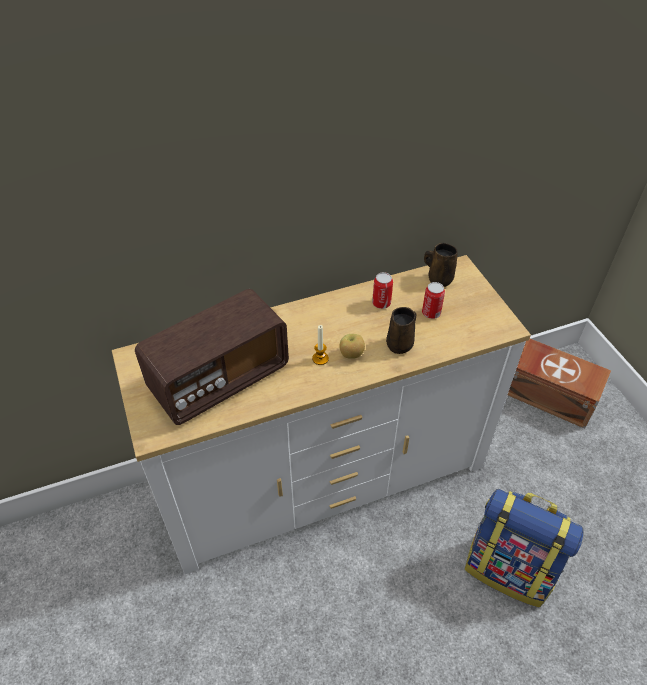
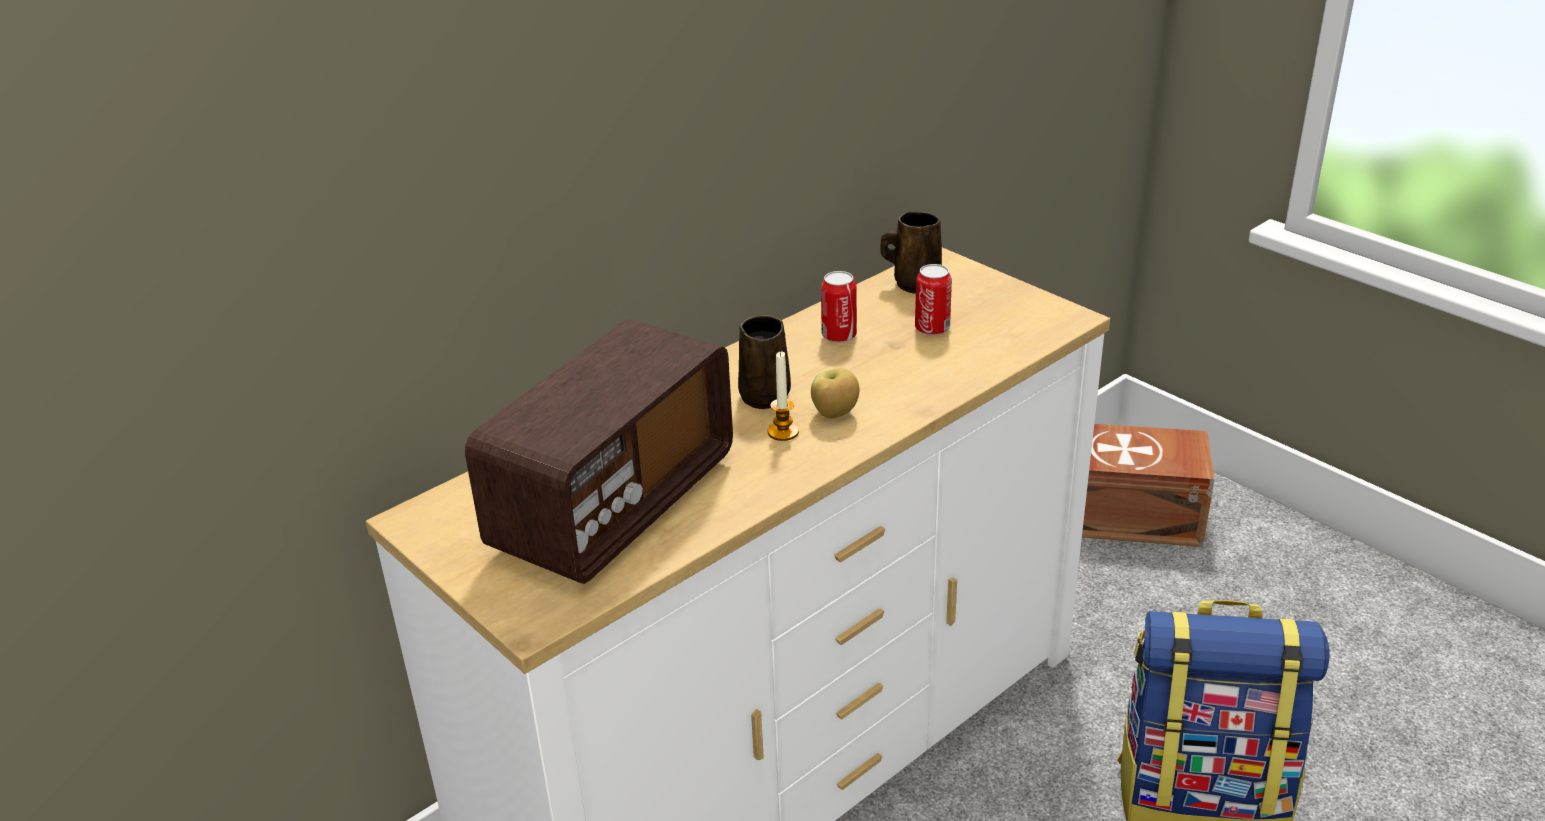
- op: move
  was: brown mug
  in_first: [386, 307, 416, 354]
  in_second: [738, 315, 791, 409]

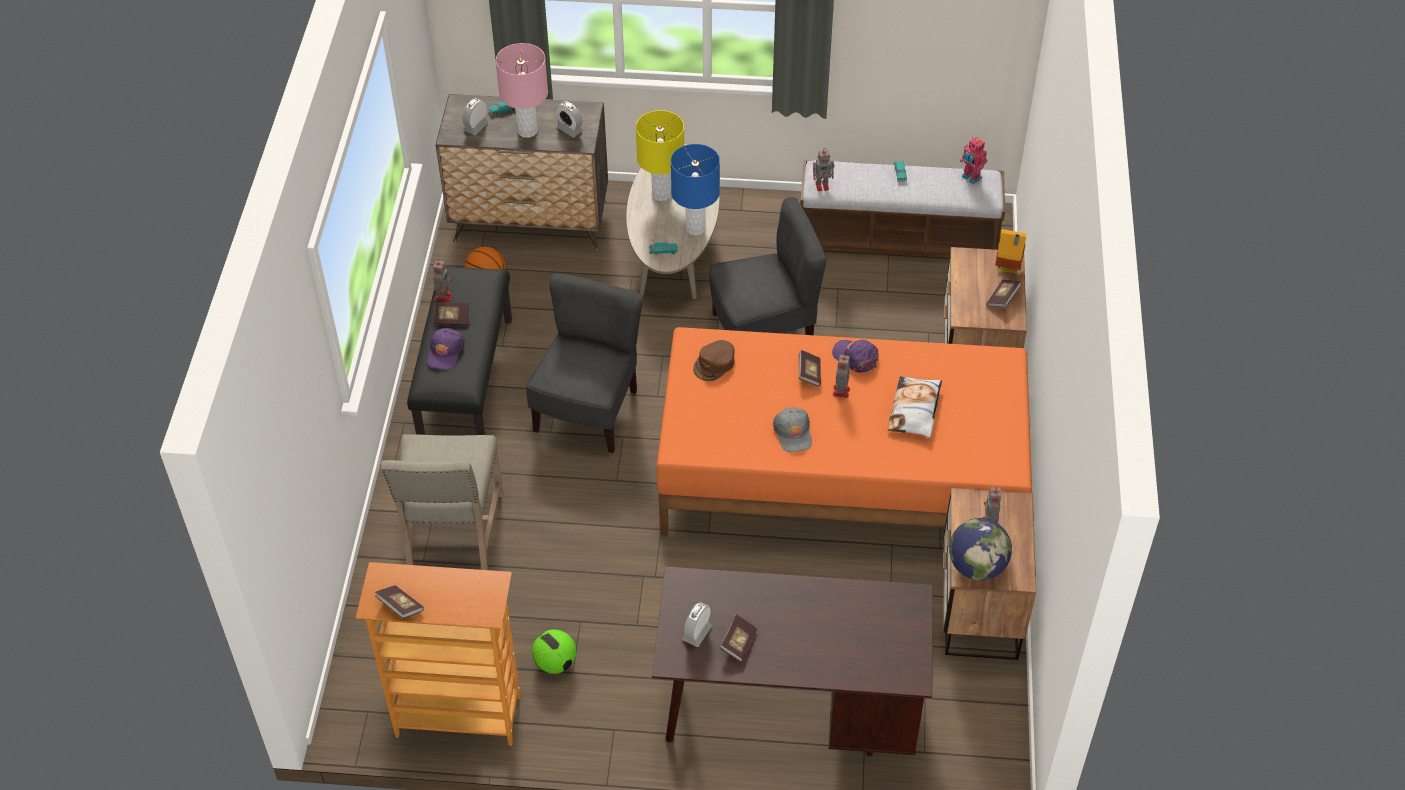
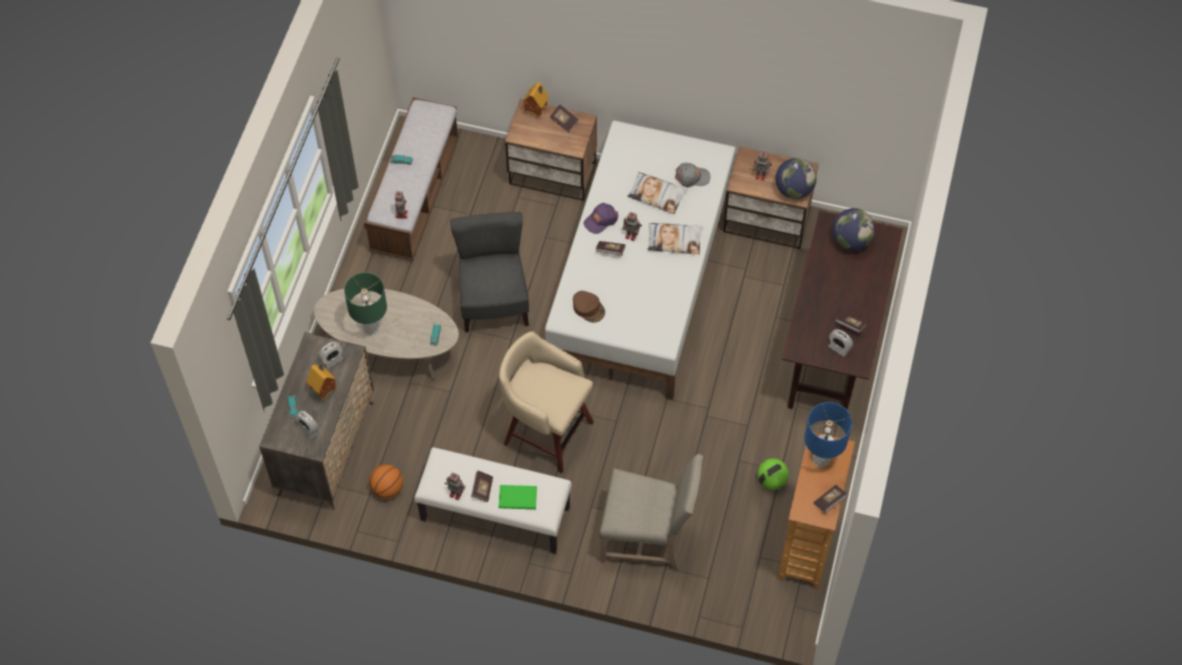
- op: replace
  was: pink table lamp
  now: toy house
  in_first: [496, 43, 548, 138]
  in_second: [307, 364, 337, 399]
- op: recolor
  was: yellow table lamp
  now: green table lamp
  in_first: [636, 110, 684, 201]
  in_second: [344, 273, 387, 335]
- op: recolor
  was: black bench
  now: white bench
  in_first: [407, 266, 512, 435]
  in_second: [414, 447, 572, 554]
- op: replace
  was: grey chair
  now: beige stool
  in_first: [526, 273, 643, 453]
  in_second: [499, 331, 594, 473]
- op: replace
  was: purple cap
  now: green book
  in_first: [427, 328, 465, 370]
  in_second: [499, 485, 537, 509]
- op: recolor
  was: orange bed
  now: white bed
  in_first: [656, 327, 1032, 536]
  in_second: [545, 120, 736, 400]
- op: insert
  now: pillow
  in_second: [647, 223, 703, 254]
- op: move
  was: grey cap
  in_first: [773, 407, 812, 452]
  in_second: [675, 163, 711, 187]
- op: move
  was: blue table lamp
  in_first: [671, 144, 720, 235]
  in_second: [804, 402, 852, 467]
- op: insert
  now: globe
  in_second: [832, 208, 875, 250]
- op: delete
  was: toy robot
  in_first: [960, 137, 987, 184]

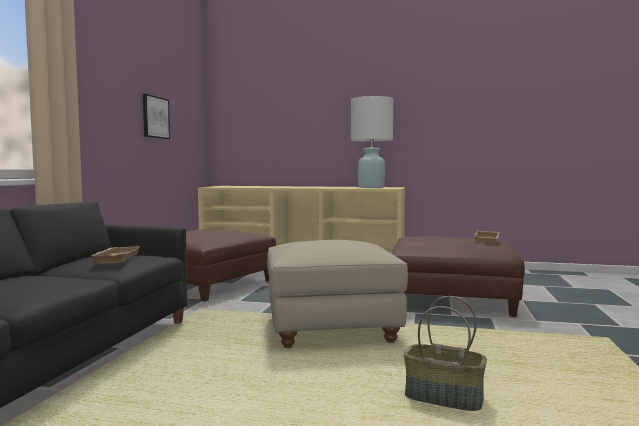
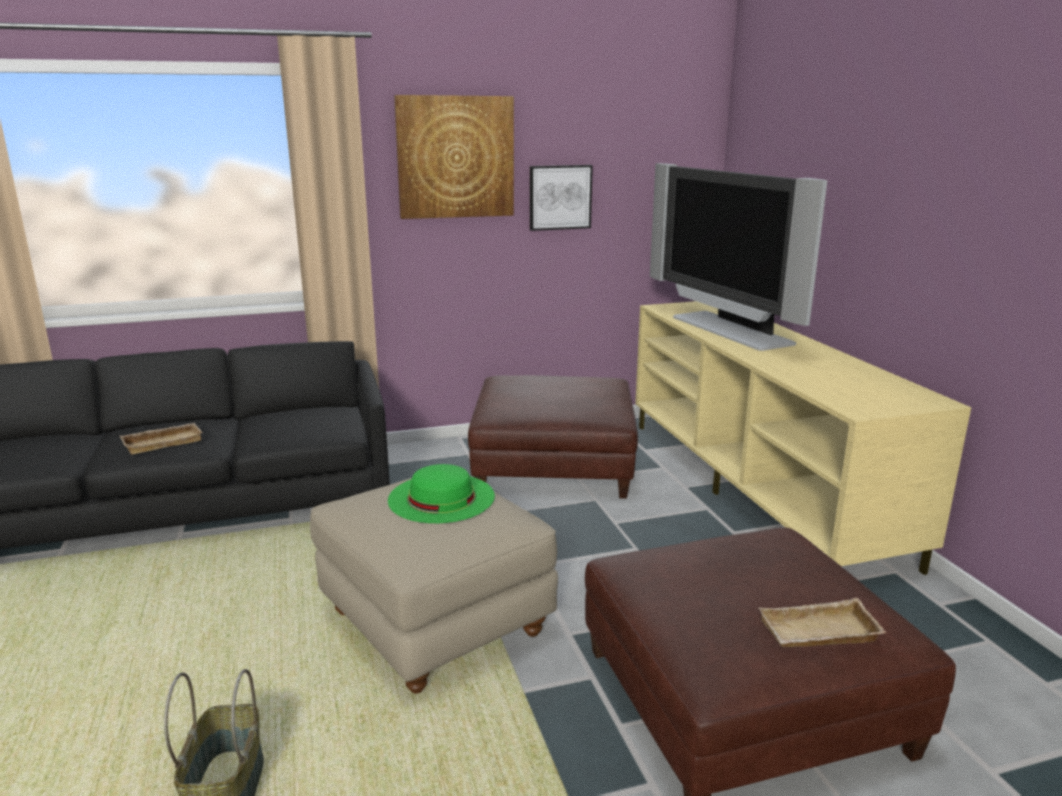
- op: move
  was: beige tray
  in_first: [91, 246, 140, 263]
  in_second: [120, 423, 203, 454]
- op: insert
  now: green hat
  in_second: [388, 464, 495, 523]
- op: insert
  now: picture
  in_second: [394, 95, 514, 219]
- op: insert
  now: television
  in_second: [650, 163, 827, 351]
- op: delete
  was: white table lamp
  in_first: [351, 96, 393, 188]

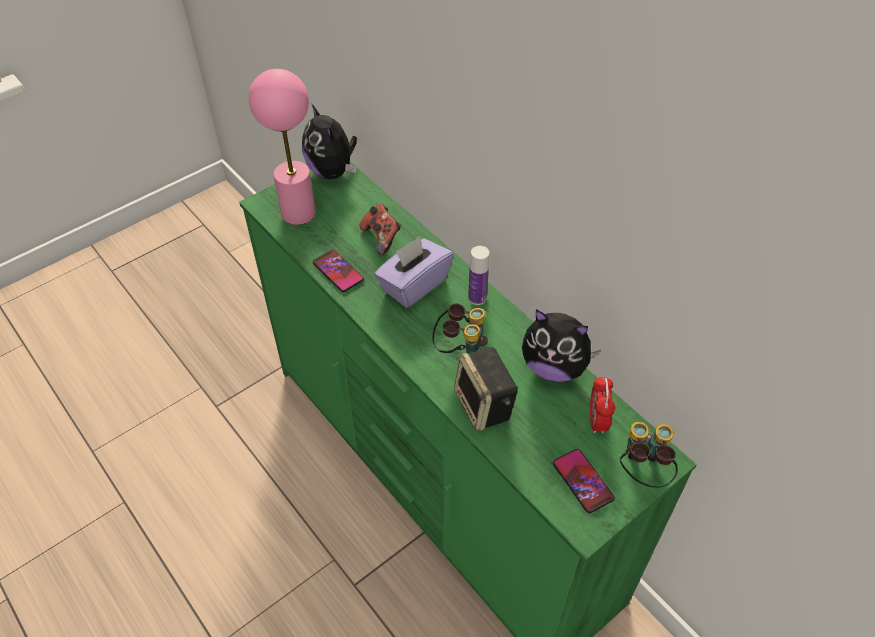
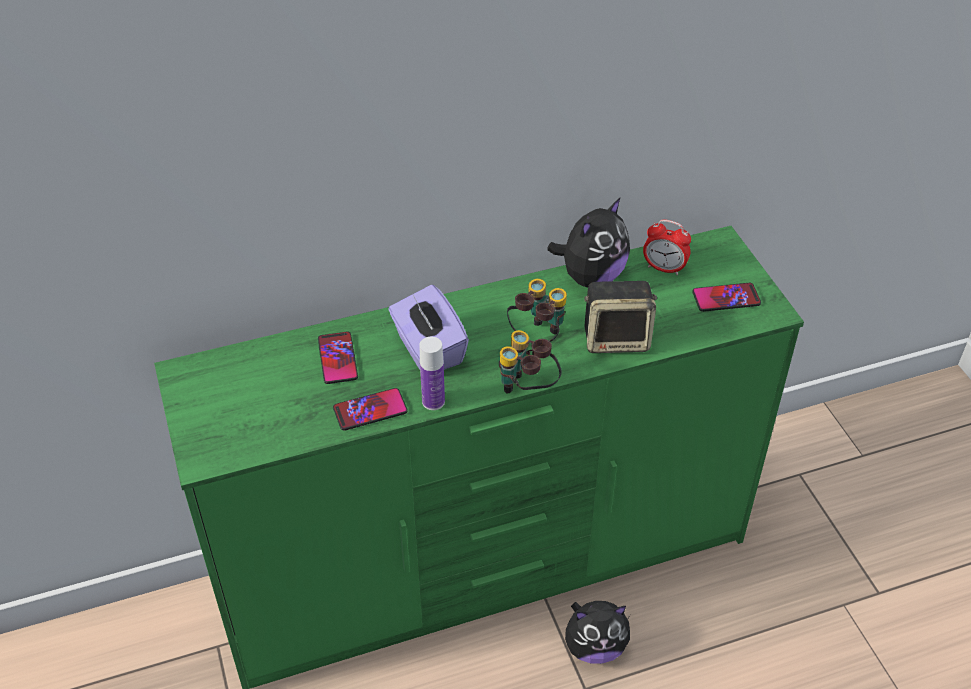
- op: replace
  was: game controller
  now: phone
  in_first: [360, 204, 401, 255]
  in_second: [318, 331, 358, 384]
- op: move
  was: bottle
  in_first: [468, 246, 489, 305]
  in_second: [420, 337, 445, 410]
- op: move
  was: binoculars
  in_first: [620, 422, 678, 488]
  in_second: [499, 330, 562, 393]
- op: move
  was: plush toy
  in_first: [302, 103, 357, 179]
  in_second: [565, 601, 630, 664]
- op: delete
  was: pink table lamp
  in_first: [249, 69, 316, 225]

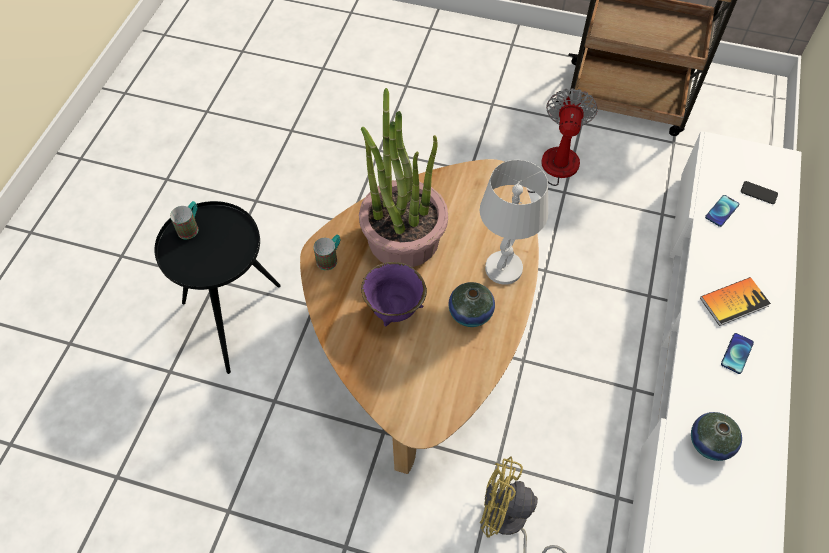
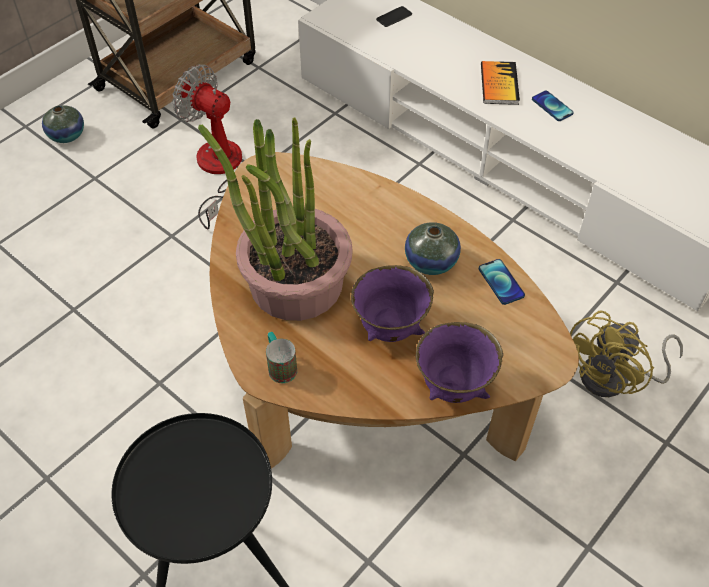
- op: move
  was: vase
  in_first: [691, 412, 742, 461]
  in_second: [42, 105, 84, 143]
- op: insert
  now: purple bowl
  in_second: [416, 322, 503, 403]
- op: move
  was: phone
  in_first: [705, 195, 739, 227]
  in_second: [479, 259, 525, 305]
- op: delete
  was: mug
  in_first: [170, 201, 199, 239]
- op: delete
  was: white table lamp
  in_first: [480, 160, 548, 285]

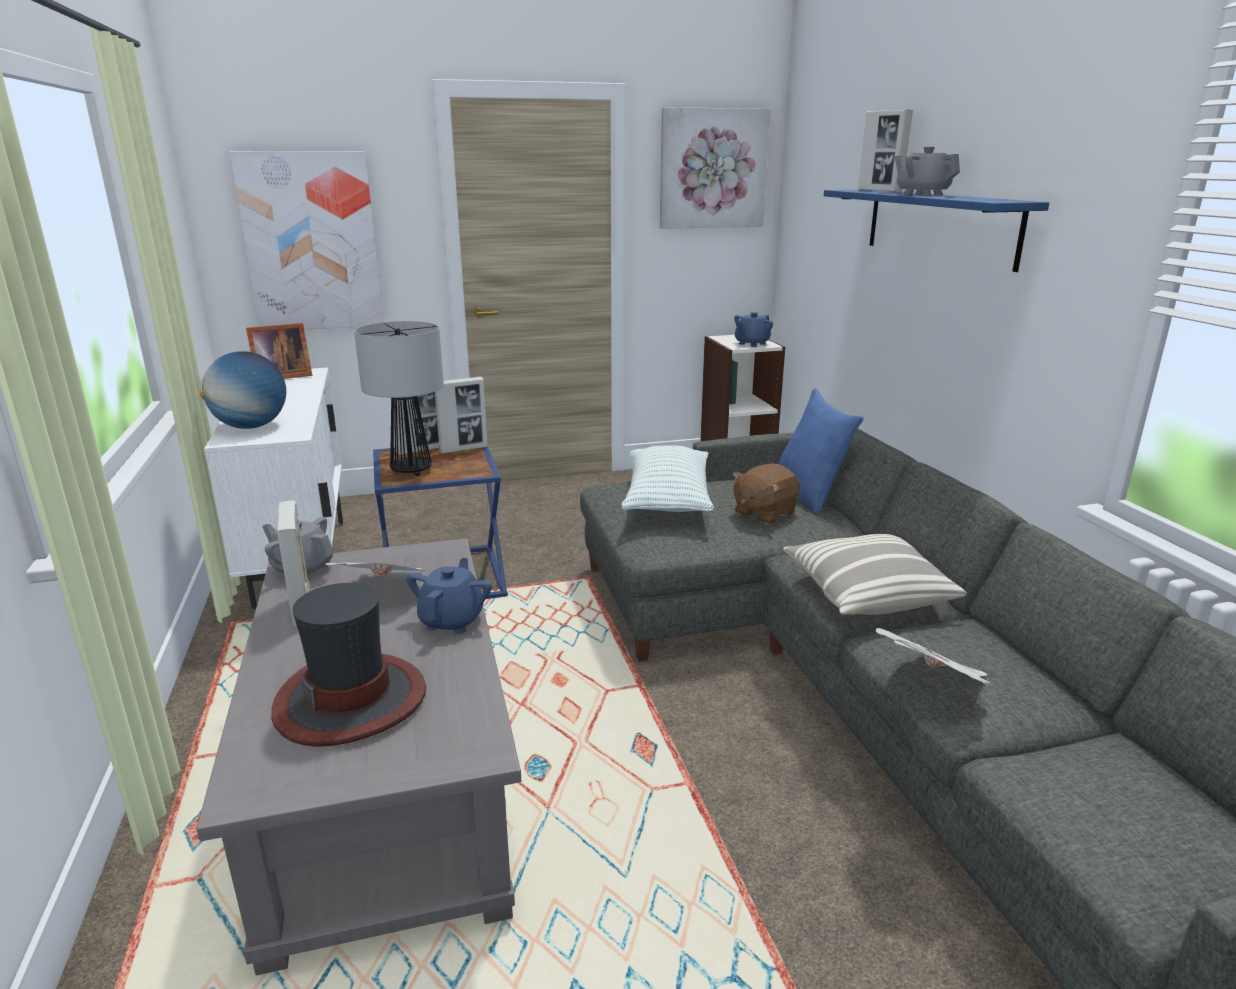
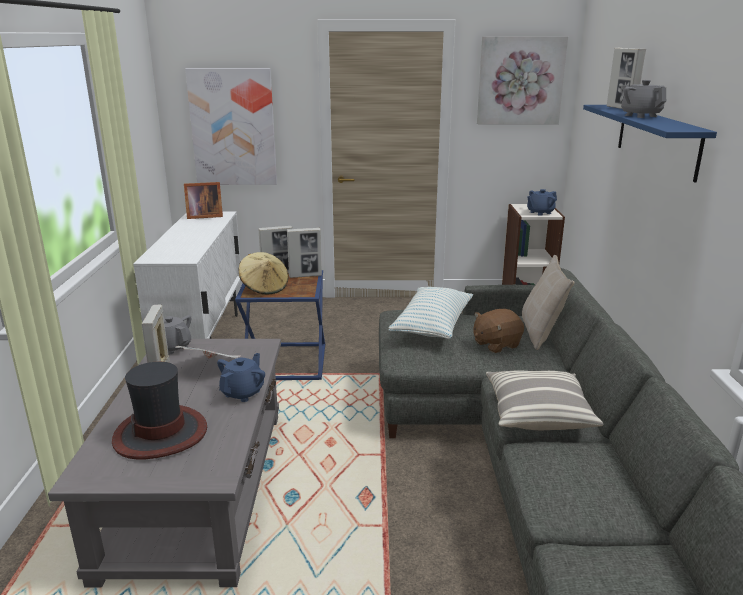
- op: replace
  was: table lamp
  now: beige hat
  in_first: [354, 321, 444, 476]
  in_second: [239, 252, 288, 294]
- op: recolor
  was: blue pillow
  now: beige pillow
  in_first: [778, 388, 864, 515]
  in_second: [522, 255, 575, 350]
- op: delete
  was: globe
  in_first: [200, 351, 286, 429]
- op: delete
  was: newspaper
  in_first: [875, 628, 990, 685]

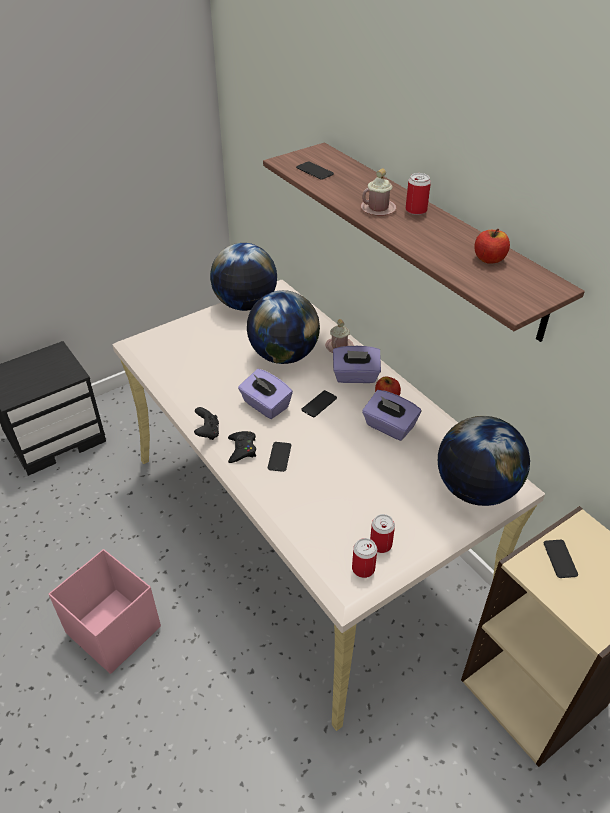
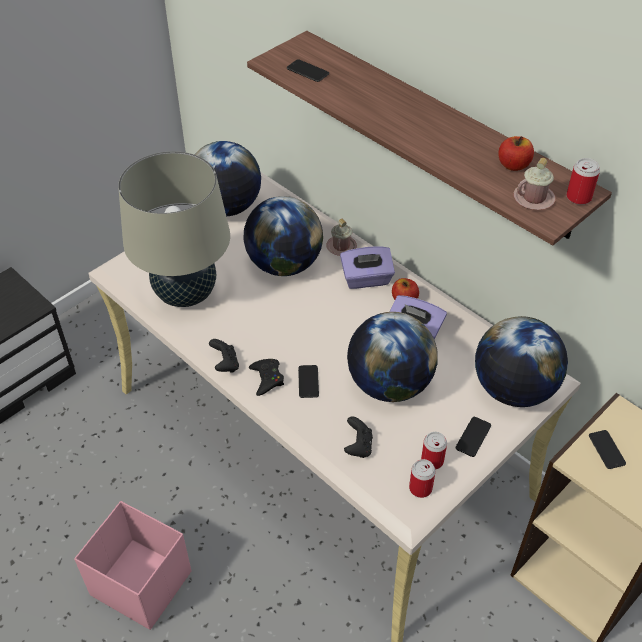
- op: insert
  now: beige table lamp
  in_second: [118, 151, 230, 307]
- op: insert
  now: black game controller
  in_second: [344, 416, 373, 458]
- op: insert
  now: globe
  in_second: [347, 312, 438, 402]
- op: move
  was: phone
  in_first: [301, 390, 337, 417]
  in_second: [456, 417, 491, 457]
- op: move
  was: pink mug
  in_first: [361, 168, 396, 216]
  in_second: [514, 158, 556, 210]
- op: move
  was: can
  in_first: [405, 173, 431, 215]
  in_second: [566, 158, 600, 205]
- op: delete
  was: purple tissue box
  in_first: [238, 369, 293, 419]

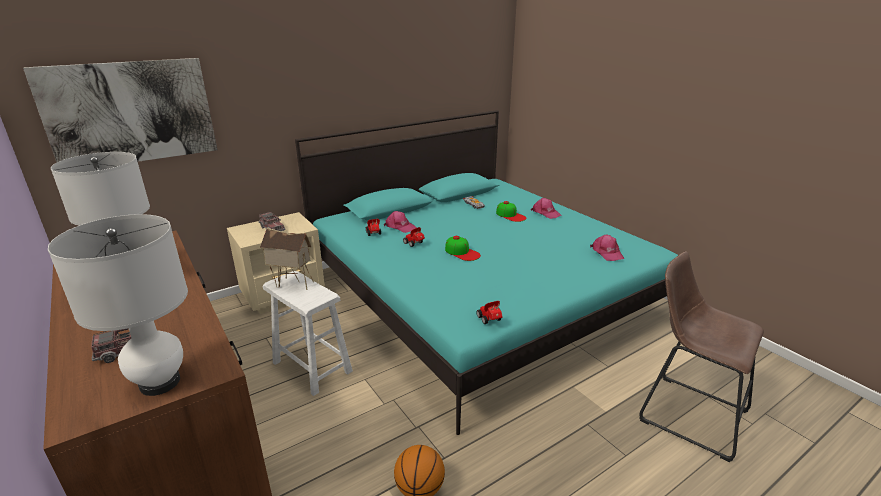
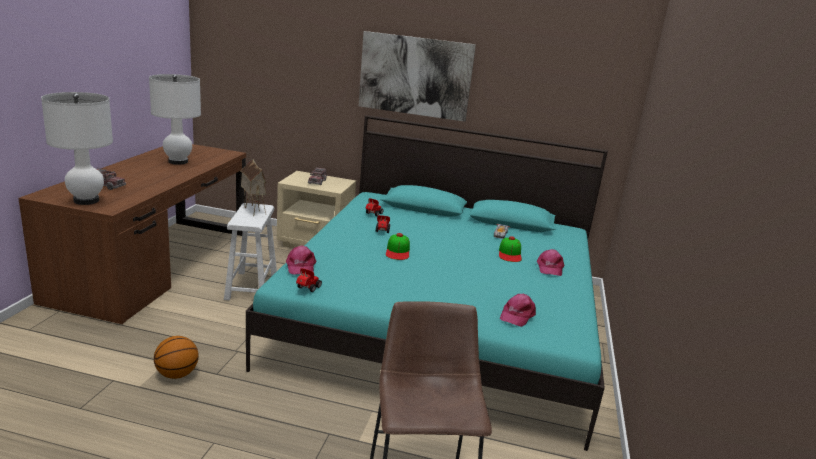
- op: move
  was: pink cap
  in_first: [384, 211, 417, 233]
  in_second: [286, 245, 316, 275]
- op: move
  was: picture
  in_first: [23, 58, 217, 162]
  in_second: [359, 31, 476, 122]

